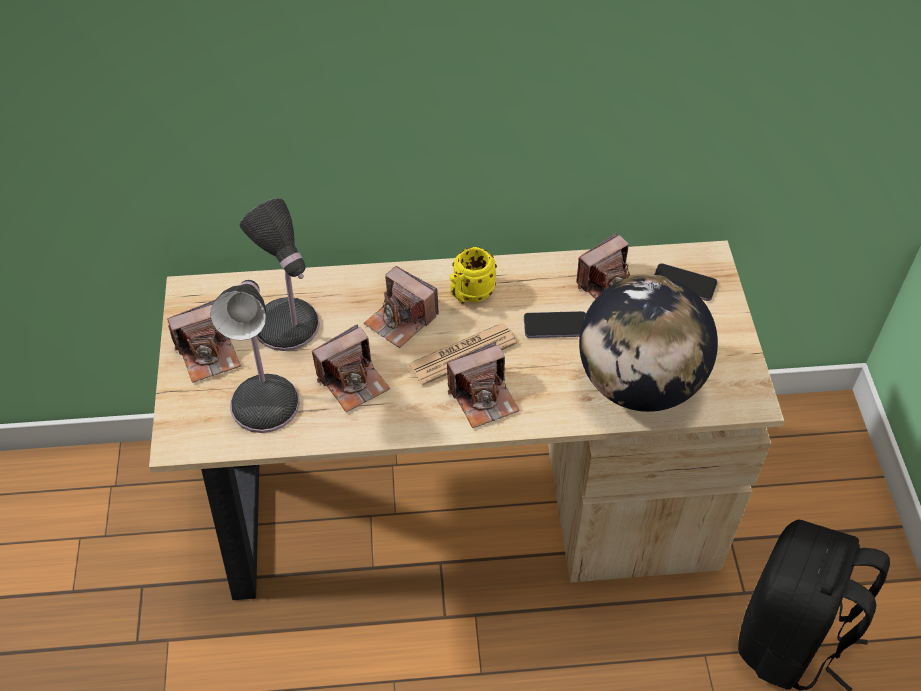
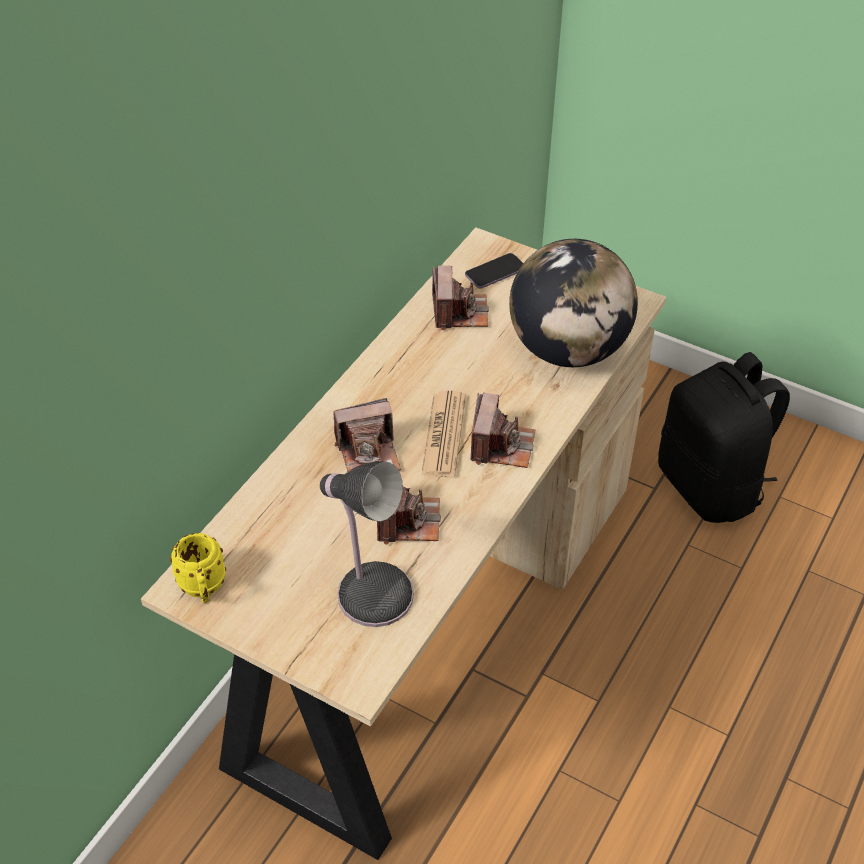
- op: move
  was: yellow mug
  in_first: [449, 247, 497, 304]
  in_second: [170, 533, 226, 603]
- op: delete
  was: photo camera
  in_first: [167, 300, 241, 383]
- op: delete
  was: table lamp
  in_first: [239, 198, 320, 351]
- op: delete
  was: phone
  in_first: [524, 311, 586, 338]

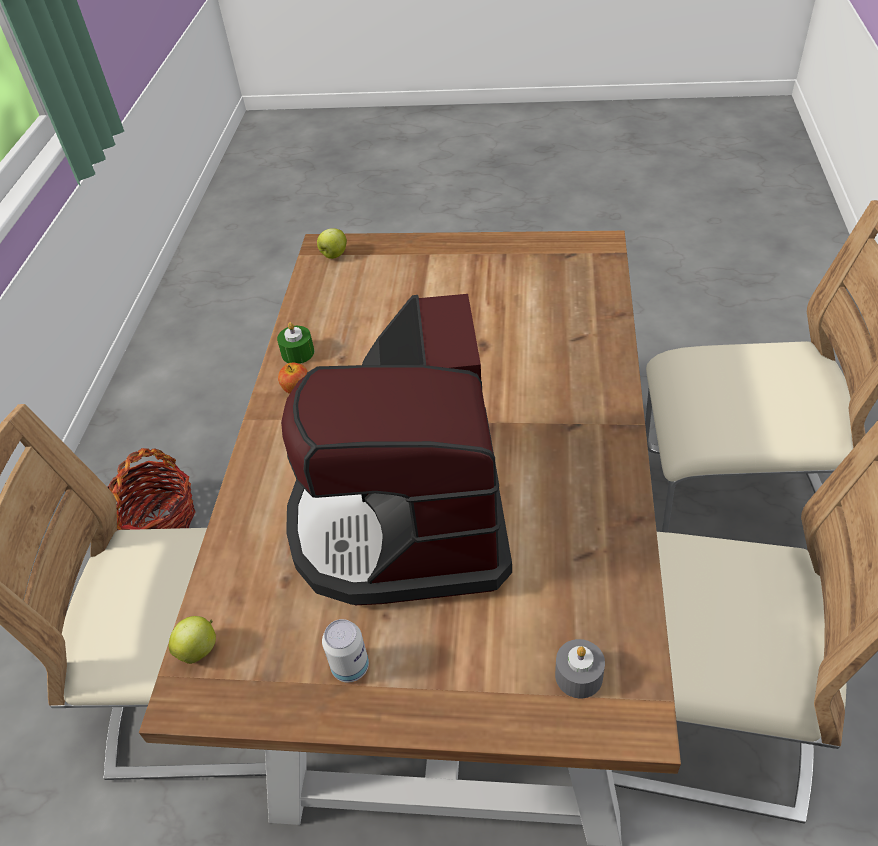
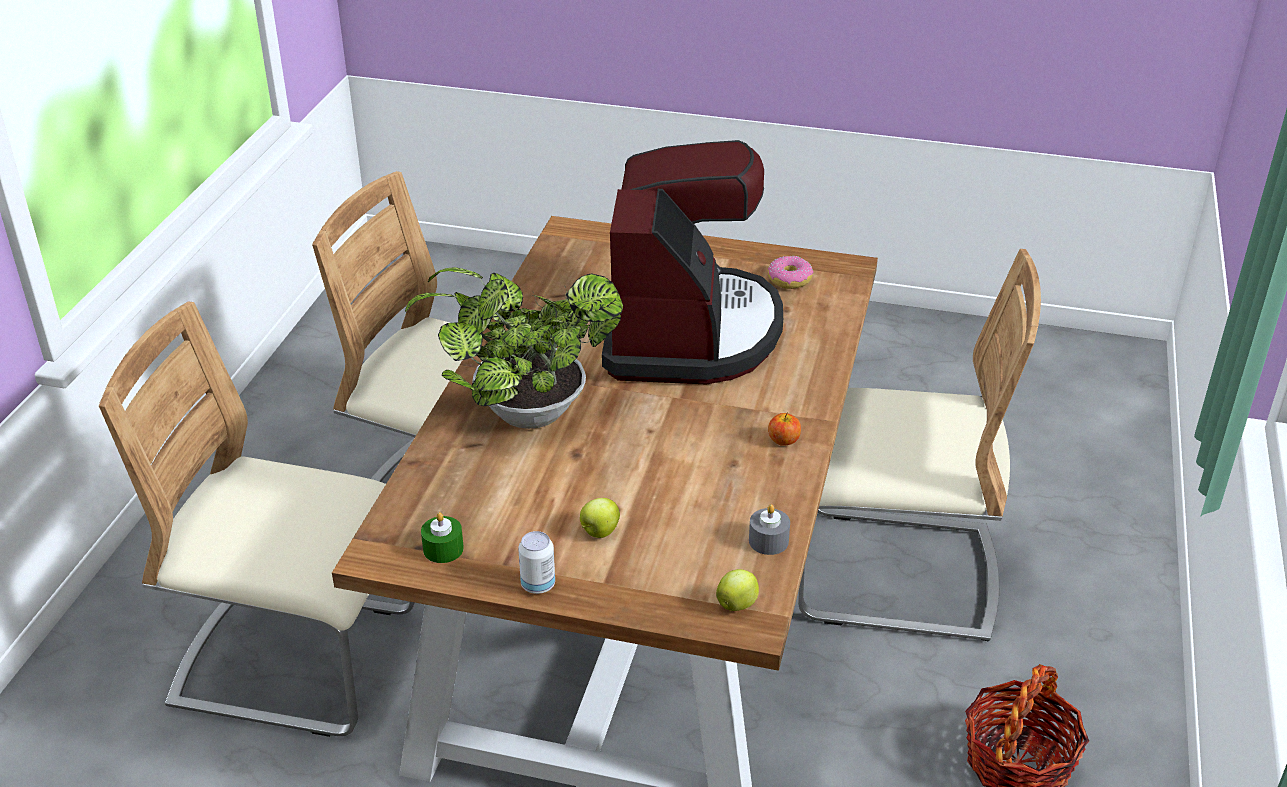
- op: insert
  now: potted plant
  in_second: [405, 267, 623, 429]
- op: move
  was: green candle
  in_first: [277, 322, 314, 364]
  in_second: [421, 512, 464, 563]
- op: move
  was: can
  in_first: [322, 619, 369, 682]
  in_second: [518, 531, 555, 594]
- op: move
  was: apple
  in_first: [169, 616, 216, 664]
  in_second: [580, 498, 620, 538]
- op: move
  was: grey candle
  in_first: [555, 639, 605, 698]
  in_second: [749, 504, 790, 555]
- op: insert
  now: donut
  in_second: [768, 256, 813, 289]

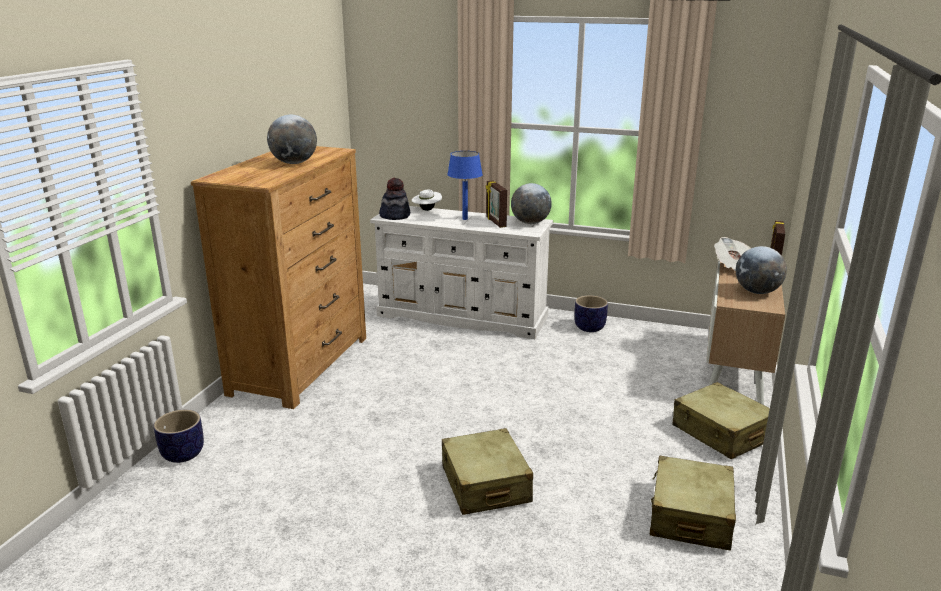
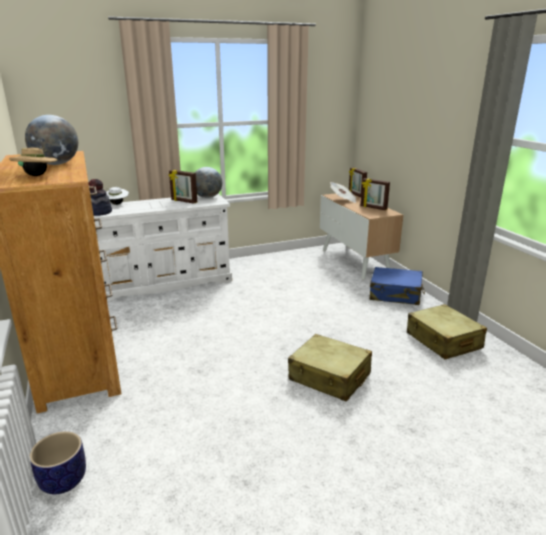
- op: insert
  now: beige hat
  in_second: [9, 148, 57, 176]
- op: replace
  was: globe
  now: picture frame
  in_first: [736, 246, 787, 294]
  in_second: [360, 178, 390, 210]
- op: recolor
  was: beige suitcase
  now: blue suitcase
  in_first: [673, 382, 770, 459]
  in_second: [370, 267, 425, 305]
- op: delete
  was: blue table lamp
  in_first: [447, 151, 483, 220]
- op: delete
  was: planter
  in_first: [574, 295, 608, 332]

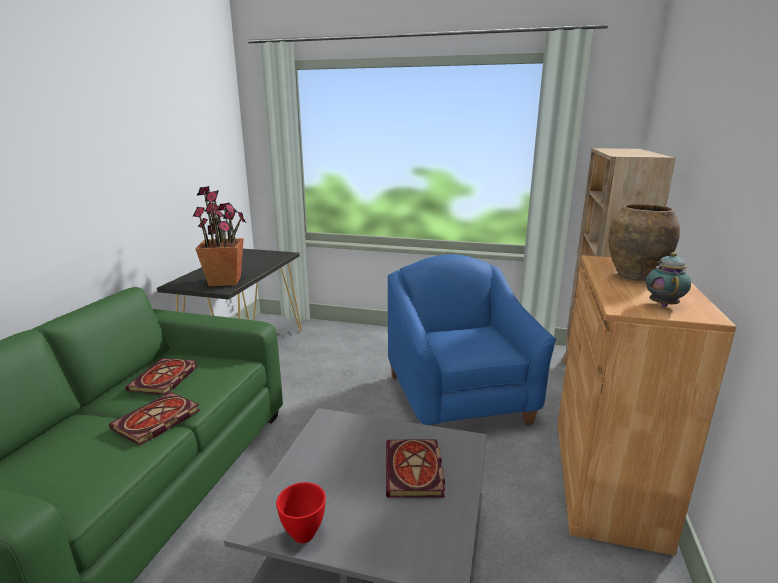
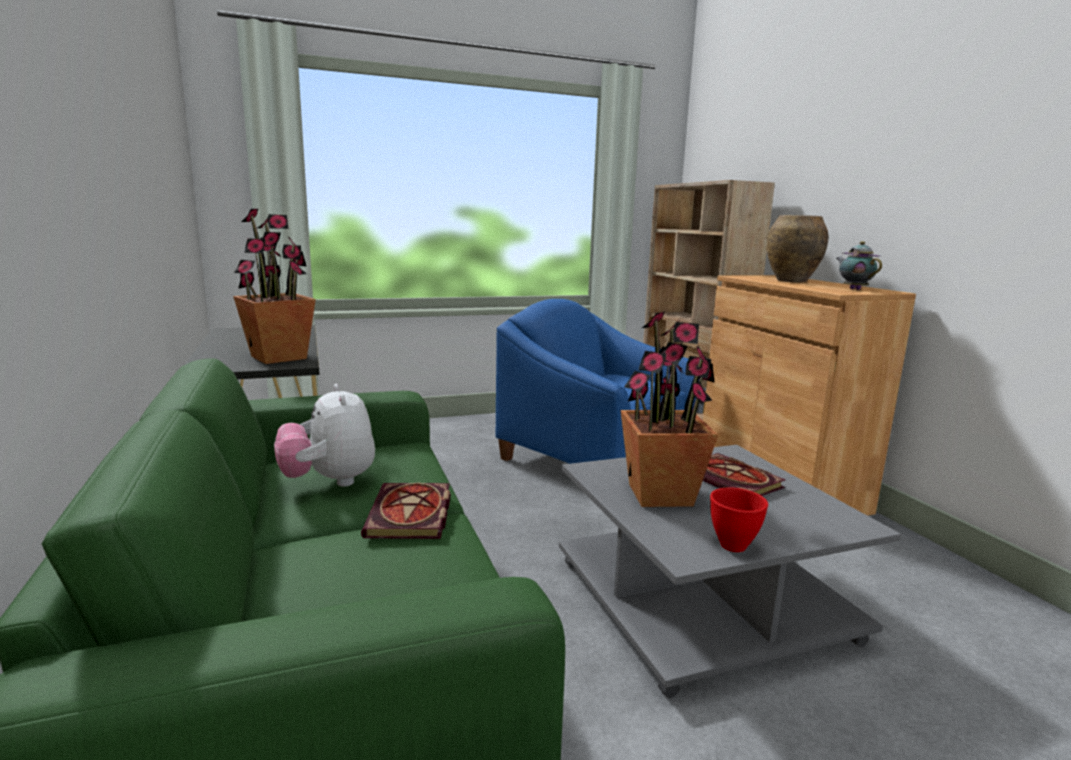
- op: replace
  was: book
  now: plush toy
  in_first: [125, 358, 198, 395]
  in_second: [274, 384, 375, 487]
- op: insert
  now: potted plant
  in_second: [620, 311, 718, 507]

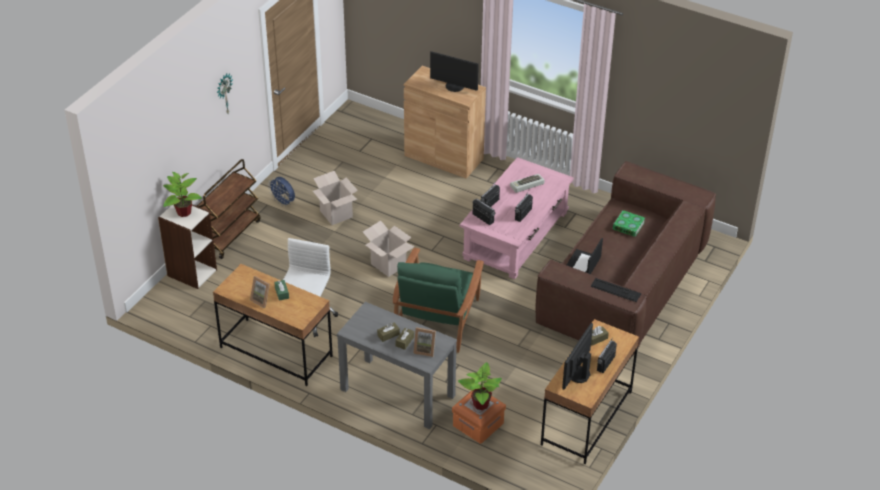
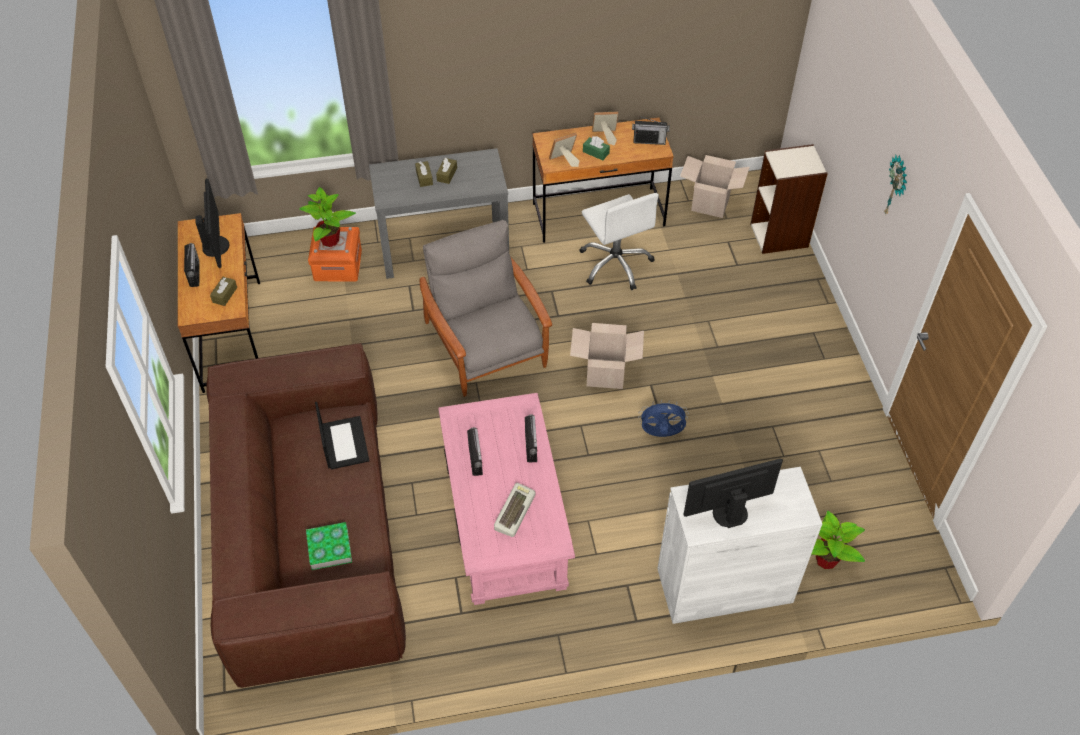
- op: recolor
  was: green armchair
  now: grey armchair
  in_first: [393, 248, 484, 353]
  in_second: [420, 220, 552, 397]
- op: move
  was: picture frame
  in_first: [413, 327, 436, 357]
  in_second: [549, 133, 579, 167]
- op: move
  was: radio
  in_first: [473, 199, 496, 225]
  in_second: [632, 116, 670, 145]
- op: move
  was: blue fan
  in_first: [268, 177, 295, 207]
  in_second: [638, 400, 689, 437]
- op: recolor
  was: brown cabinet
  now: white cabinet
  in_first: [404, 66, 486, 179]
  in_second: [657, 467, 822, 624]
- op: move
  was: cardboard box
  in_first: [313, 171, 358, 225]
  in_second: [680, 155, 750, 218]
- op: move
  was: potted plant
  in_first: [163, 172, 202, 217]
  in_second: [812, 511, 865, 569]
- op: delete
  was: brown cart
  in_first: [197, 159, 261, 259]
- op: delete
  was: keyboard
  in_first: [590, 278, 641, 302]

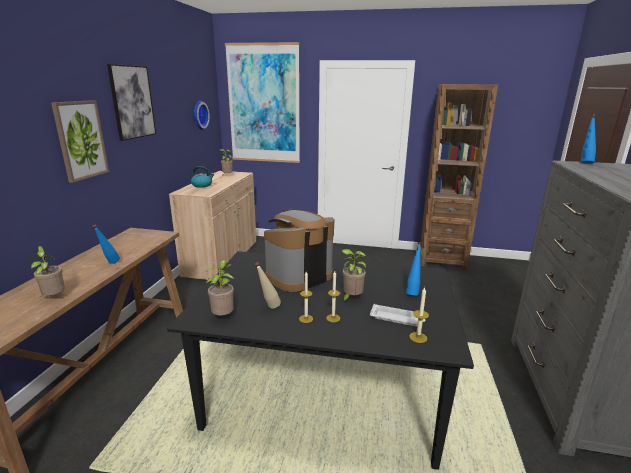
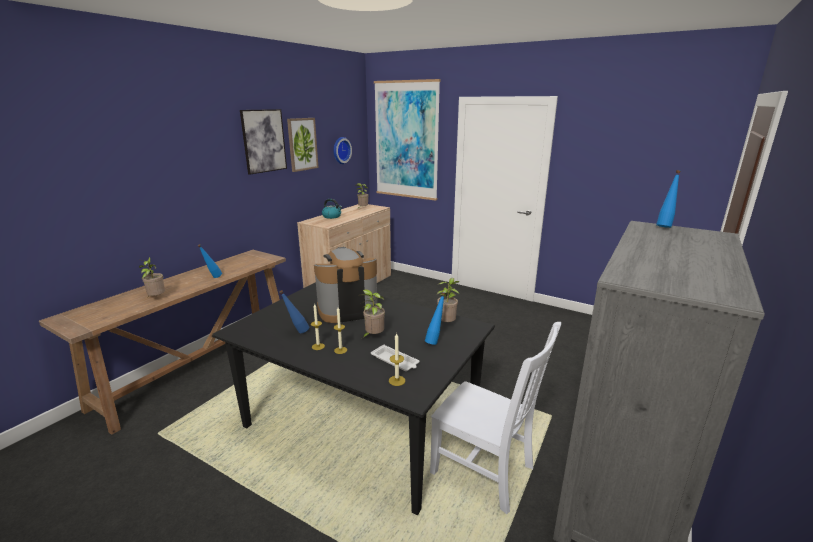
- op: recolor
  was: beige bottle
  now: blue bottle
  in_first: [255, 262, 281, 309]
  in_second: [279, 290, 309, 333]
- op: move
  was: picture
  in_first: [51, 100, 109, 183]
  in_second: [287, 118, 319, 172]
- op: insert
  now: white chair
  in_second: [430, 322, 561, 514]
- op: move
  was: potted plant
  in_first: [206, 260, 234, 316]
  in_second: [437, 278, 459, 322]
- op: delete
  was: brown bookcase
  in_first: [420, 84, 498, 270]

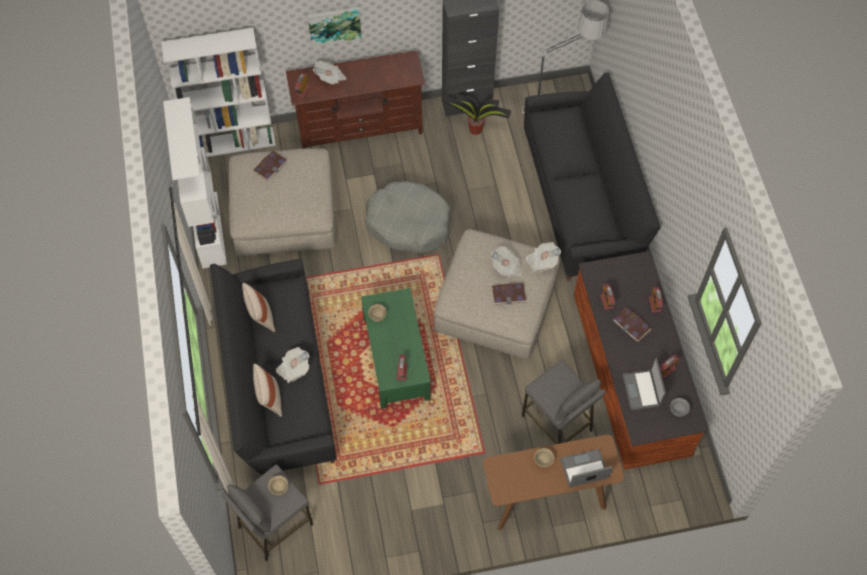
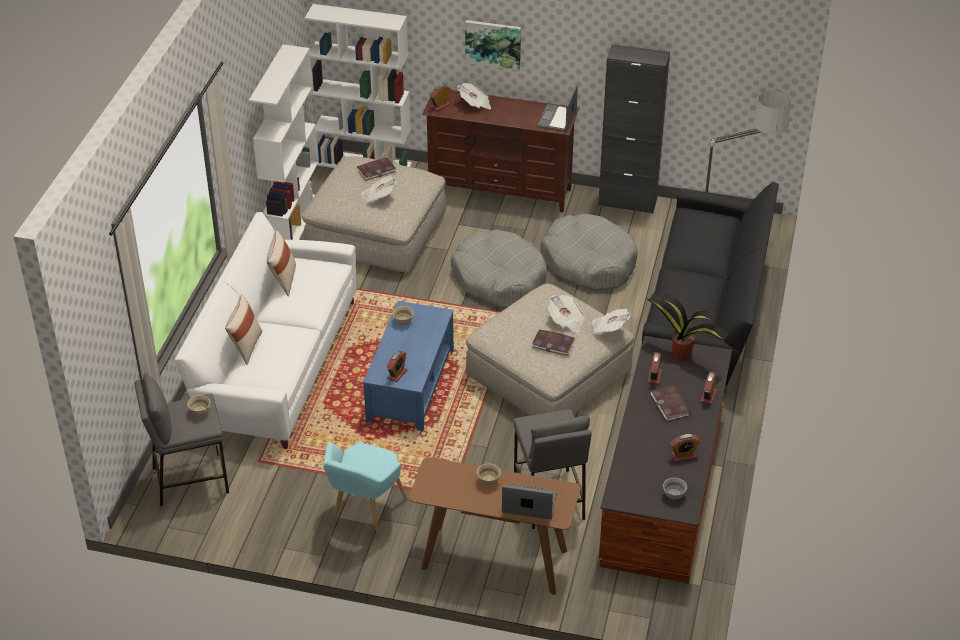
- op: recolor
  was: black sofa
  now: white sofa
  in_first: [210, 259, 336, 476]
  in_second: [175, 212, 356, 449]
- op: insert
  now: turquoise armchair
  in_second: [323, 443, 407, 539]
- op: move
  was: newspaper
  in_first: [276, 347, 309, 383]
  in_second: [361, 175, 397, 203]
- op: recolor
  was: green coffee table
  now: blue coffee table
  in_first: [361, 288, 431, 409]
  in_second: [363, 301, 454, 431]
- op: move
  was: laptop
  in_first: [623, 358, 666, 410]
  in_second: [537, 85, 578, 132]
- op: insert
  now: grey dog bed
  in_second: [541, 213, 638, 291]
- op: move
  was: potted plant
  in_first: [445, 95, 511, 135]
  in_second: [645, 293, 729, 360]

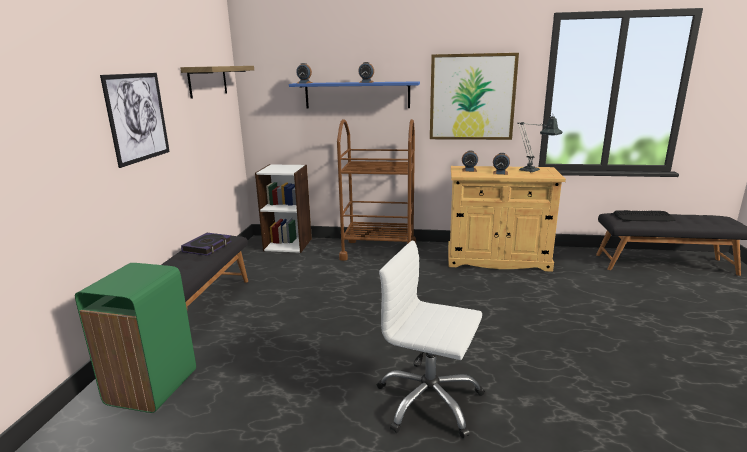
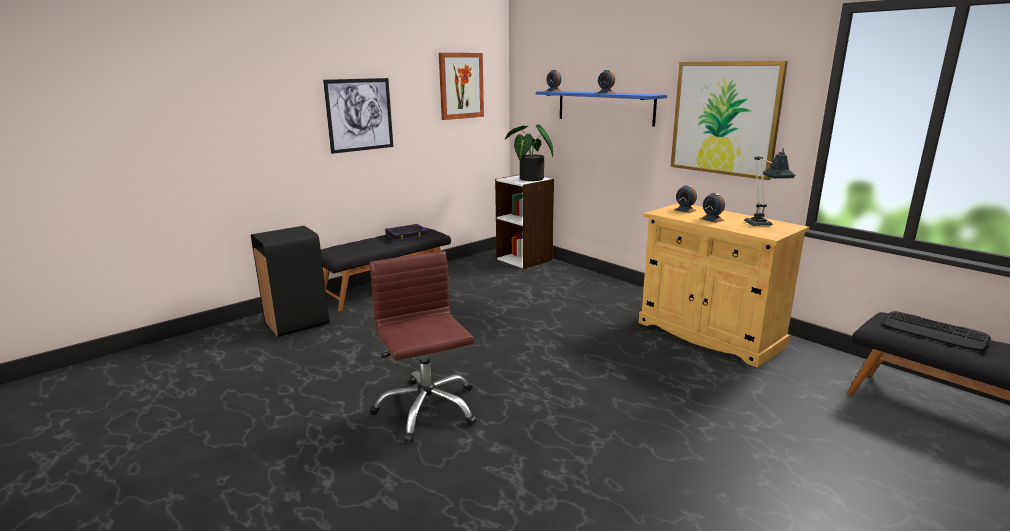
- op: recolor
  was: green trash can
  now: black trash can
  in_first: [75, 263, 196, 413]
  in_second: [251, 226, 329, 337]
- op: recolor
  was: white office chair
  now: brown office chair
  in_first: [377, 241, 485, 438]
  in_second: [369, 251, 477, 442]
- op: replace
  was: shelf
  now: picture
  in_first: [180, 66, 254, 99]
  in_second: [439, 53, 484, 120]
- op: insert
  now: potted plant
  in_second: [505, 124, 553, 181]
- op: delete
  was: brown cart
  in_first: [337, 119, 416, 261]

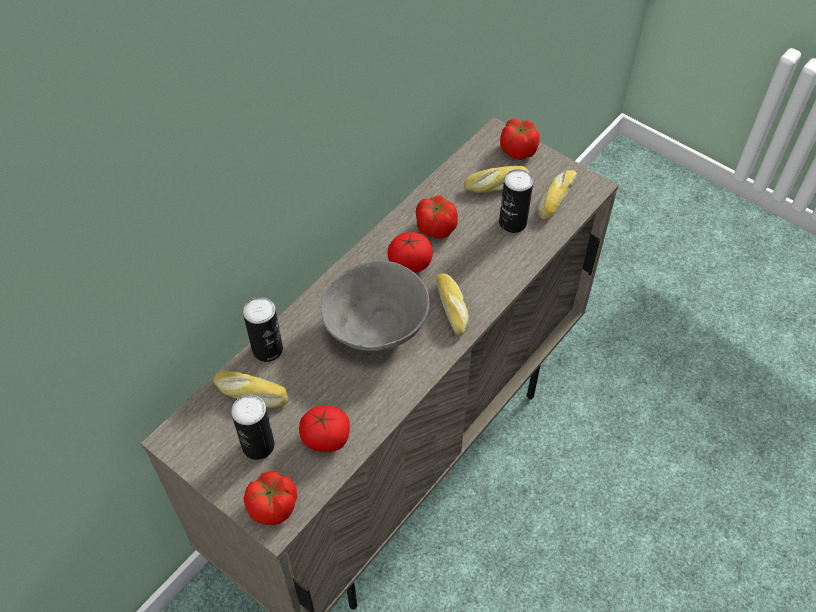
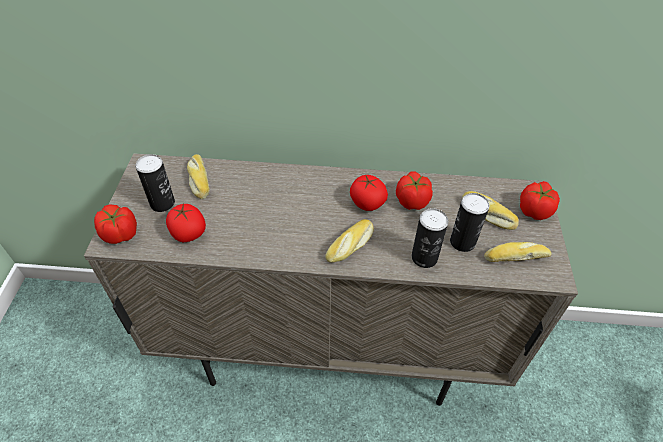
- op: move
  was: can
  in_first: [243, 297, 283, 362]
  in_second: [412, 208, 448, 268]
- op: delete
  was: grey bowl
  in_first: [321, 261, 429, 351]

